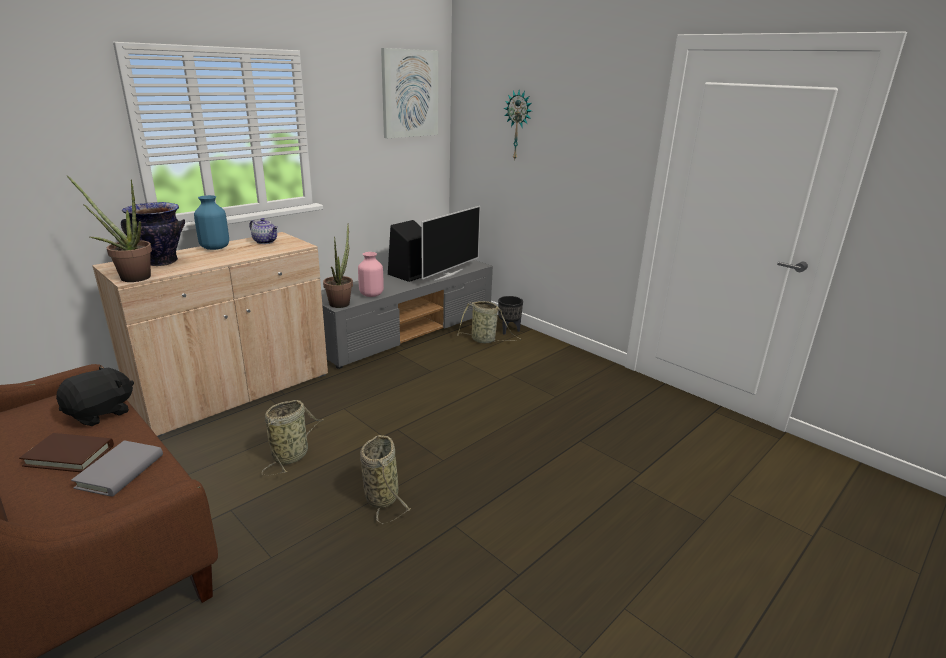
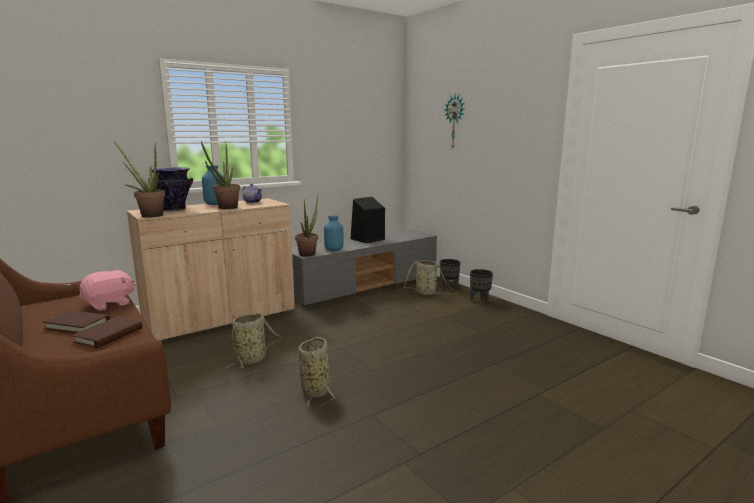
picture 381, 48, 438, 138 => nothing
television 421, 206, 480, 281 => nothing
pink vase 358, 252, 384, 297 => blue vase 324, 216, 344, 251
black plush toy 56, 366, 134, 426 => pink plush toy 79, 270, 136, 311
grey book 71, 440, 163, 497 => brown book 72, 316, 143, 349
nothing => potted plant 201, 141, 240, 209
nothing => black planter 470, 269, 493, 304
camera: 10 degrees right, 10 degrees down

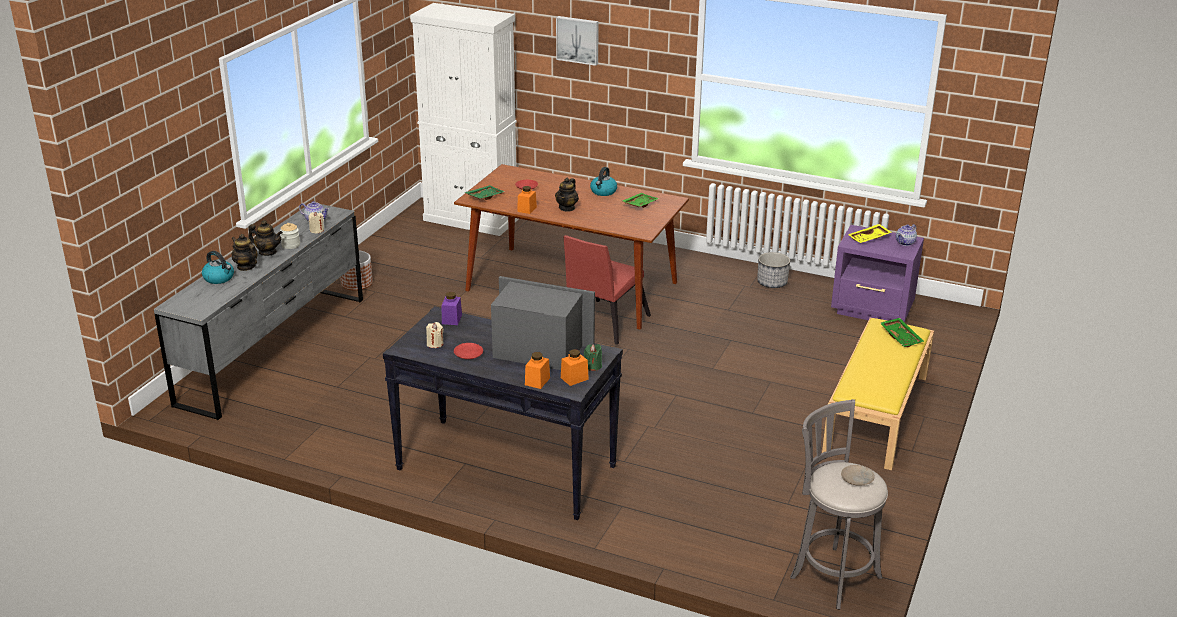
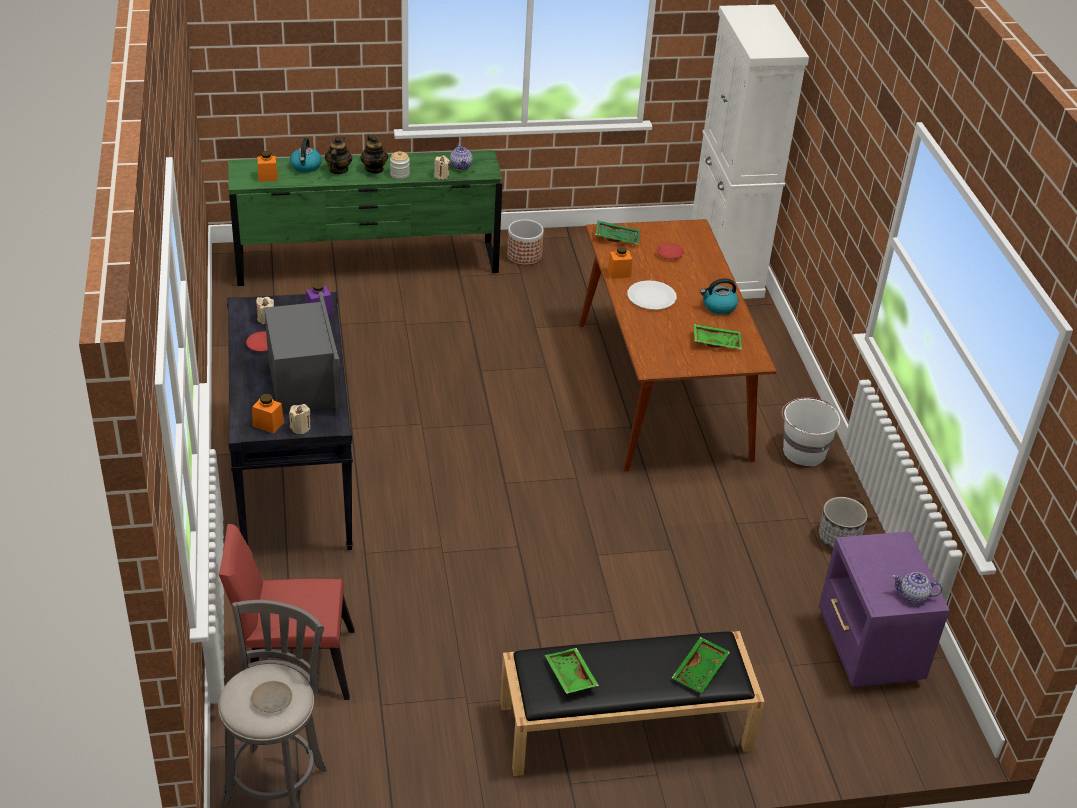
picture 556, 16, 599, 66 => nothing
teapot 555, 178, 579, 212 => white plate 627, 280, 677, 310
grey dresser 154, 204, 363, 420 => green dresser 228, 150, 503, 286
yellow tray 848, 224, 892, 243 => nothing
red chair 563, 235, 651, 345 => red chair 219, 524, 355, 700, shifted
yellow bench 822, 318, 934, 470 => black bench 500, 631, 765, 776
green candle 584, 344, 602, 371 => beige candle 289, 404, 310, 434
orange jar 525, 352, 550, 389 => orange jar 258, 151, 278, 182, shifted
nothing => white bucket 782, 397, 840, 466
nothing => green tray 545, 648, 599, 694
camera: 55 degrees right, 10 degrees up

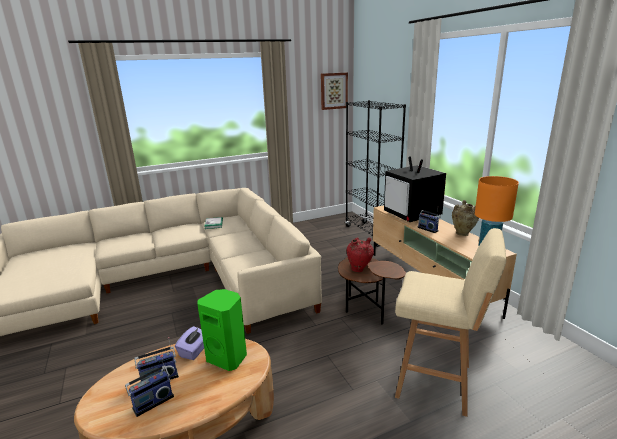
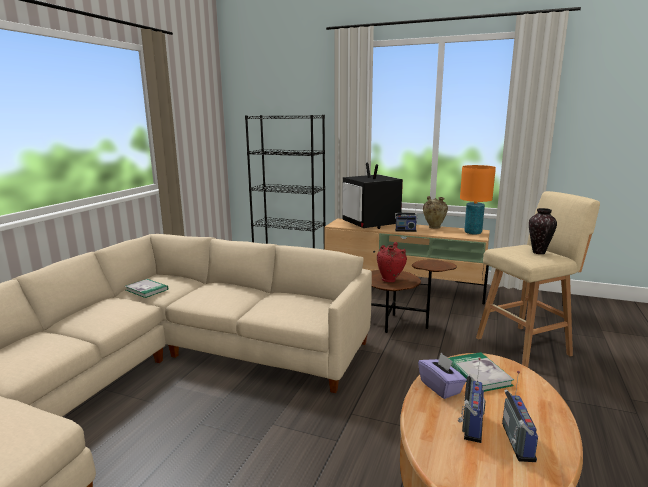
picture 321, 73, 348, 110 => nothing
television 384, 156, 446, 222 => television 342, 163, 403, 229, 45 degrees clockwise
green speaker 197, 289, 247, 371 => book 449, 352, 514, 392
nothing => vase 529, 208, 557, 254
camera: 45 degrees left, 5 degrees down

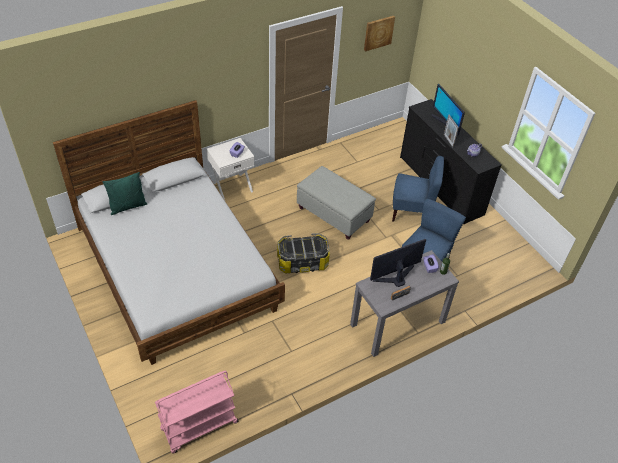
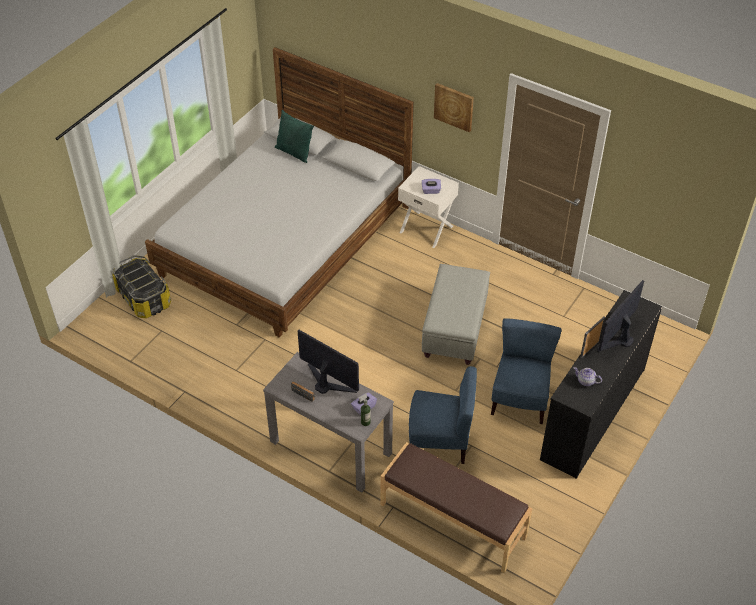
picture 364, 16, 395, 51 => picture 434, 83, 474, 132, shifted
blue chair 392, 156, 444, 222 => blue chair 491, 318, 562, 424, 150 degrees counterclockwise
storage box 277, 233, 330, 273 => storage box 112, 255, 171, 318, shifted
pink cart 155, 371, 239, 454 => nothing
nothing => brown bench 380, 442, 533, 573
camera: 65 degrees right, 0 degrees up

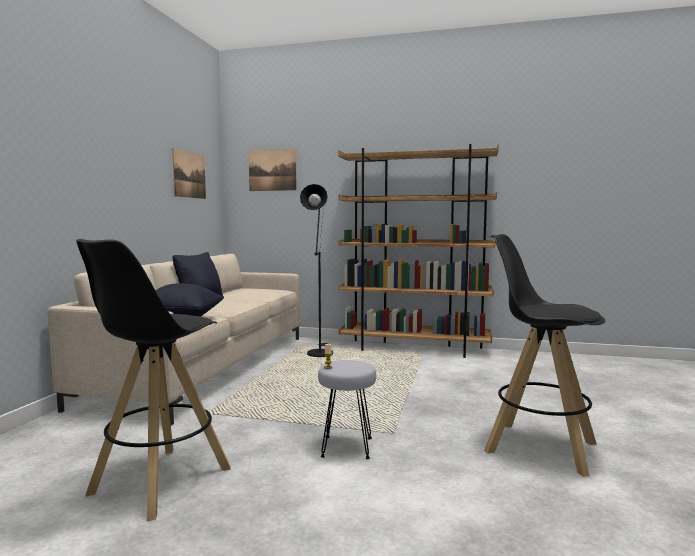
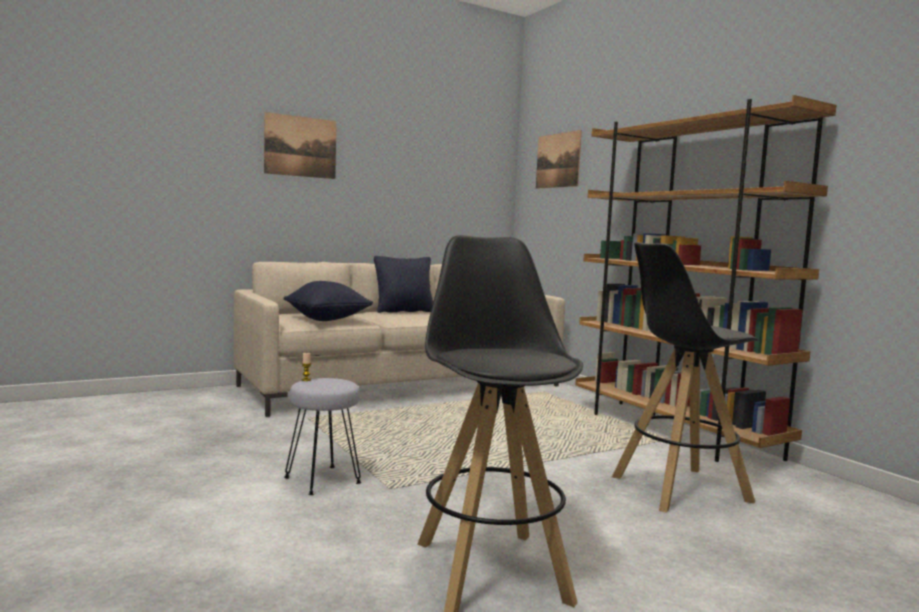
picture 172, 148, 206, 199 => picture 264, 112, 337, 179, shifted
black floor lamp 300, 184, 333, 357 => nothing
black stool 76, 239, 231, 521 => black stool 612, 242, 760, 513, shifted
camera: 45 degrees right, 0 degrees up

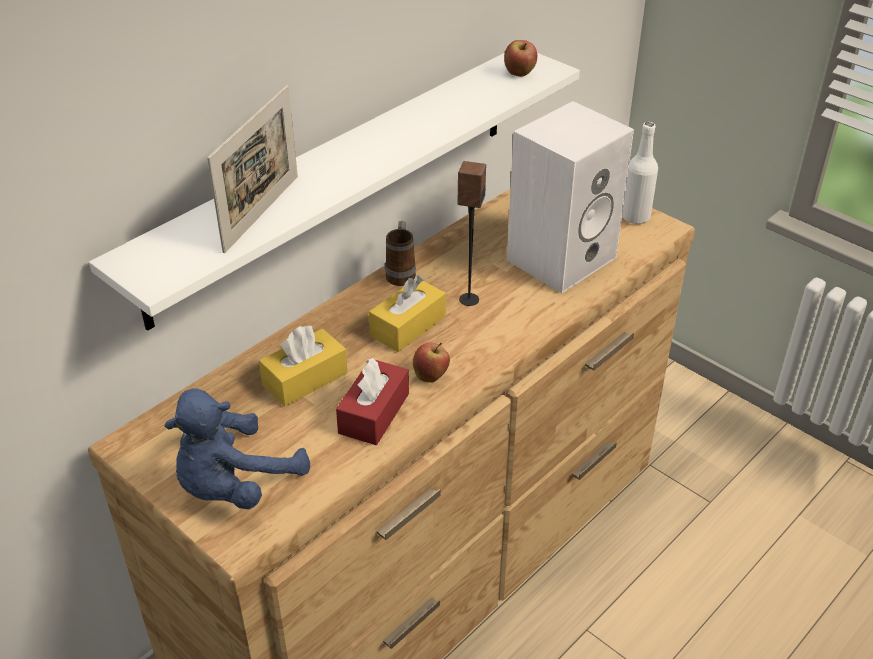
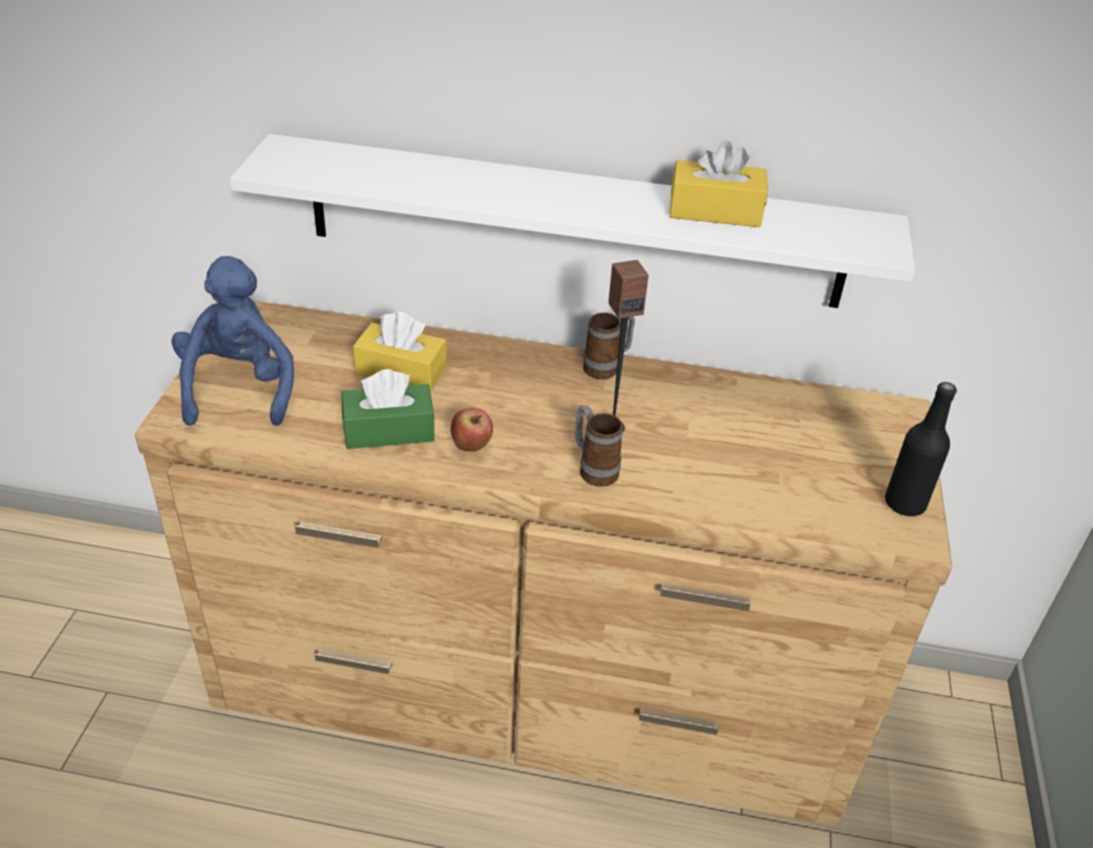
apple 504, 40, 537, 77 => nothing
picture frame 207, 85, 298, 253 => nothing
white speaker 507, 101, 634, 293 => nothing
white bottle 622, 122, 658, 224 => black bottle 885, 382, 957, 516
yellow tissue box 369, 275, 446, 352 => yellow tissue box 669, 140, 768, 227, shifted
red tissue box 336, 358, 409, 445 => green tissue box 342, 369, 435, 449
blue plush toy 164, 388, 310, 509 => blue plush toy 172, 256, 294, 426, 75 degrees clockwise
nothing => mug 575, 405, 623, 487
camera: 55 degrees right, 0 degrees up

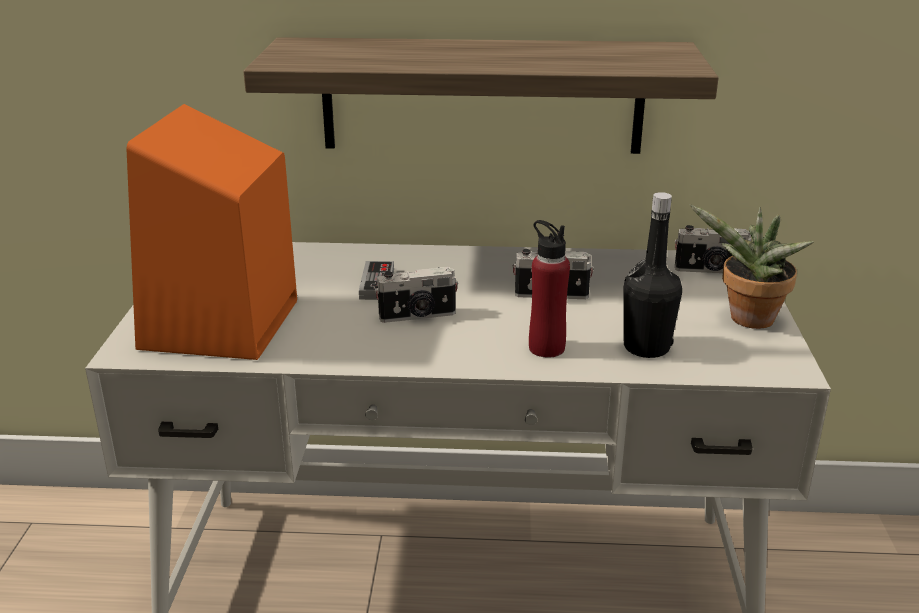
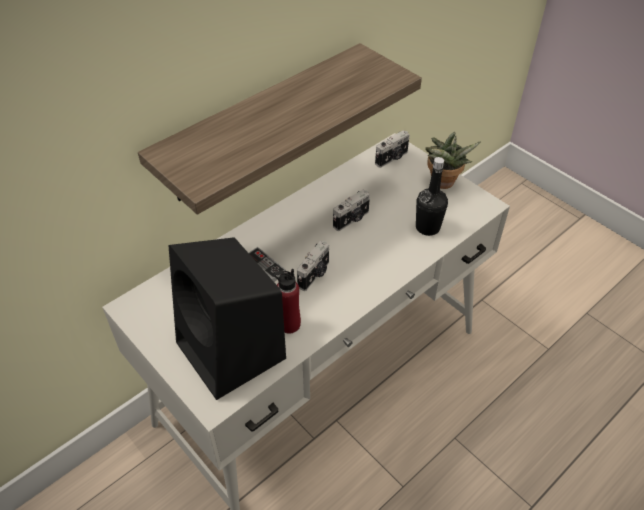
orange speaker 126, 104, 297, 360 => black speaker 169, 237, 286, 400
red bottle 529, 220, 570, 358 => red bottle 274, 269, 301, 334, shifted
camera: 45 degrees left, 20 degrees up

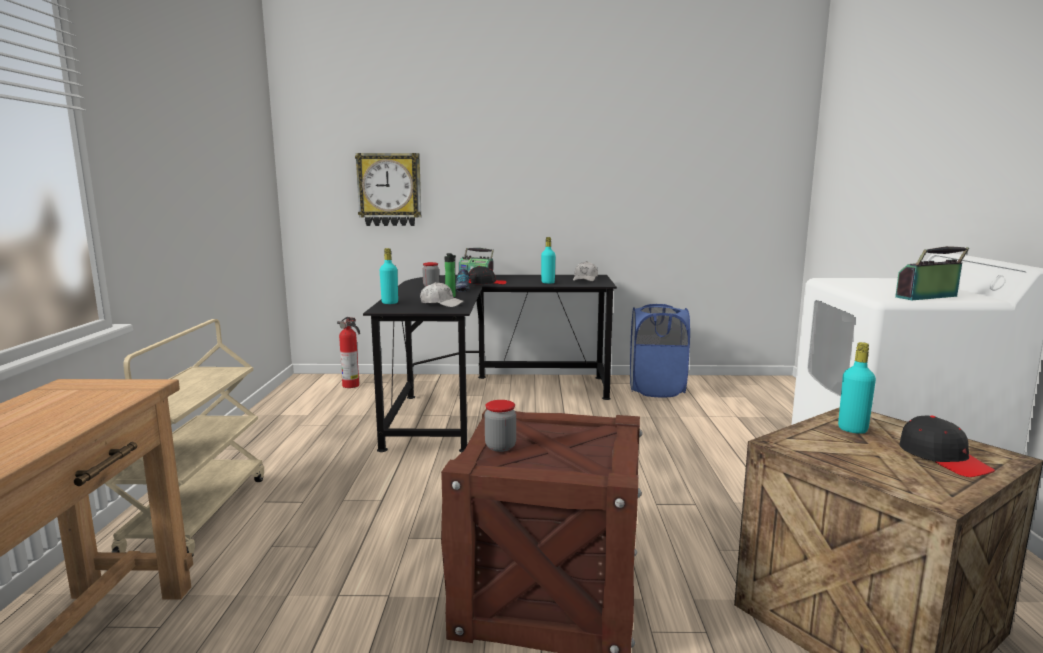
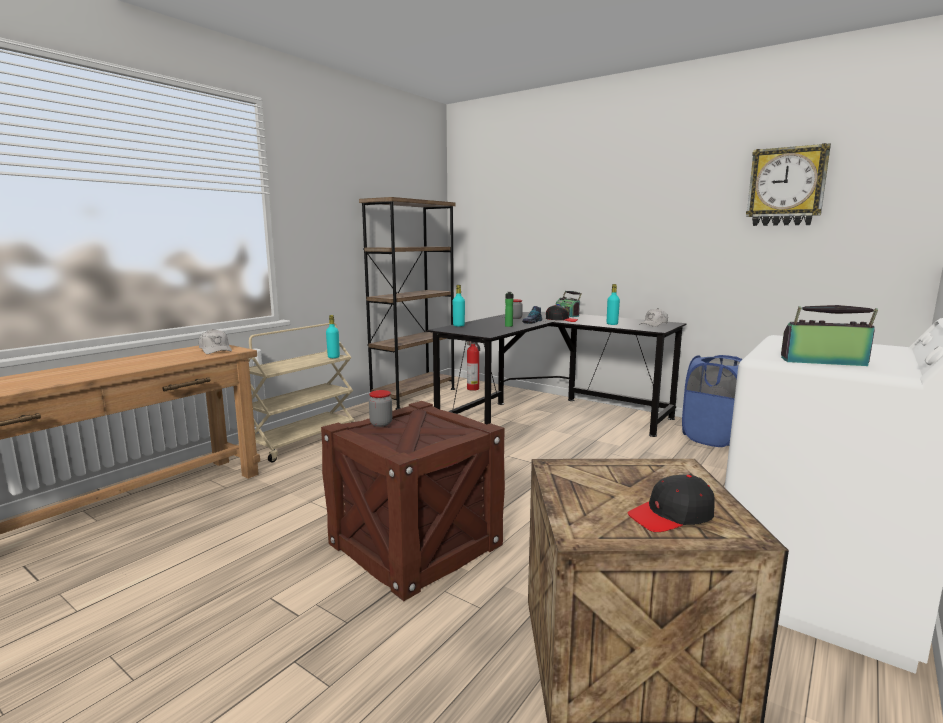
wall clock 355, 153, 422, 226 => wall clock 746, 143, 831, 226, shifted
white cap 420, 282, 464, 307 => white cap 199, 329, 232, 354, shifted
turquoise bottle 838, 342, 876, 434 => turquoise bottle 326, 315, 340, 358, shifted
black cap 900, 416, 995, 477 => black cap 627, 474, 715, 532, 60 degrees clockwise
nothing => brown bookcase 359, 197, 456, 410
camera: 35 degrees right, 0 degrees up

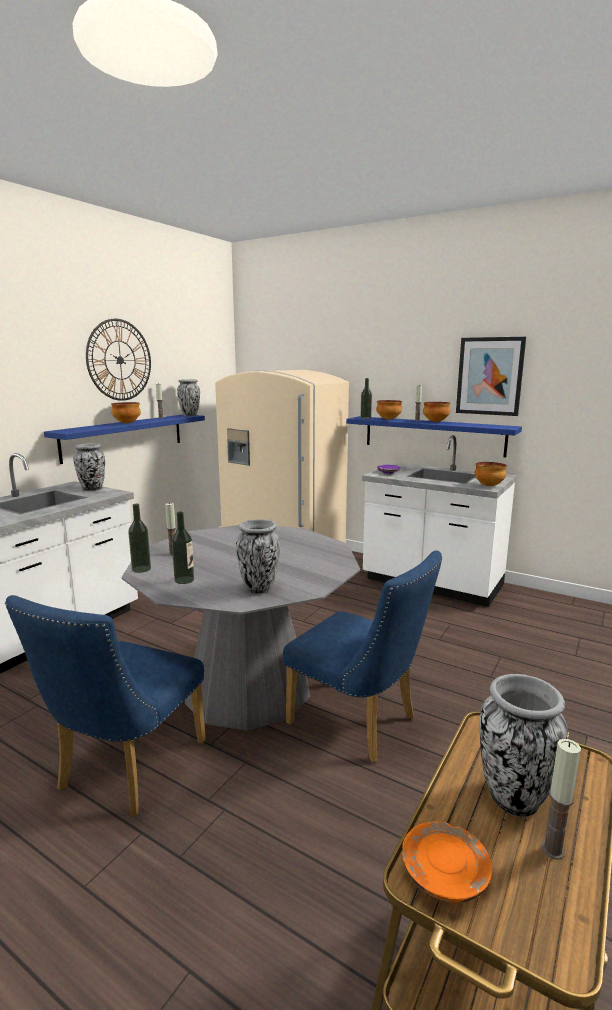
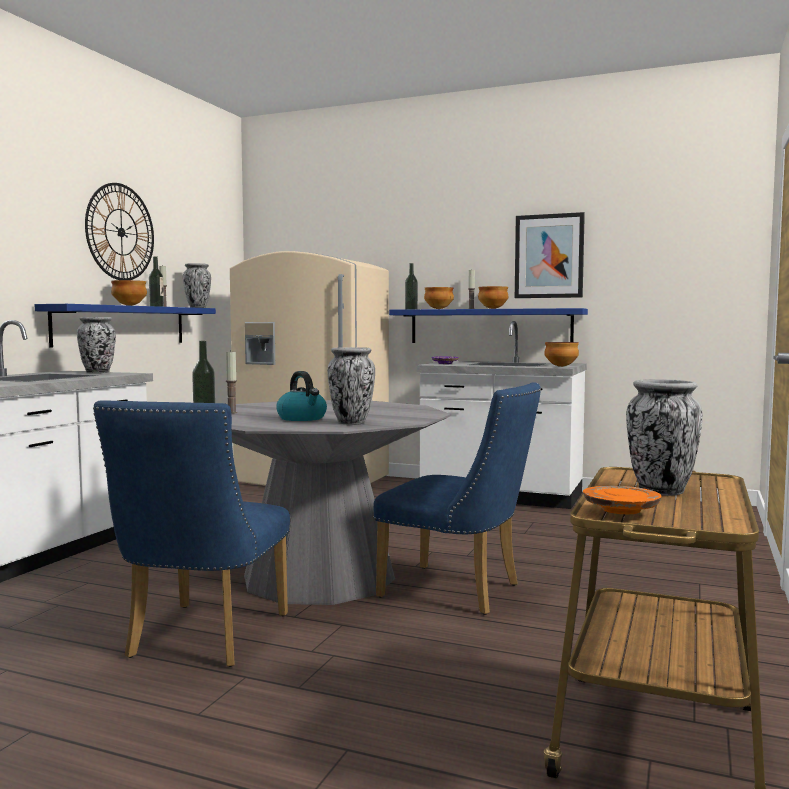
bottle 172, 511, 194, 584 => bottle 149, 256, 164, 307, shifted
candle 541, 739, 581, 860 => nothing
nothing => kettle 276, 371, 327, 421
camera: 10 degrees left, 10 degrees down

